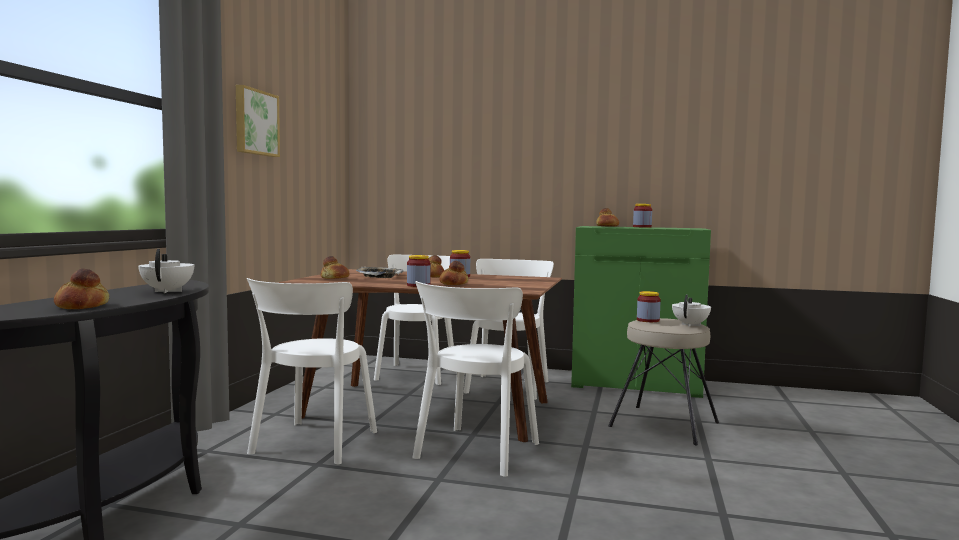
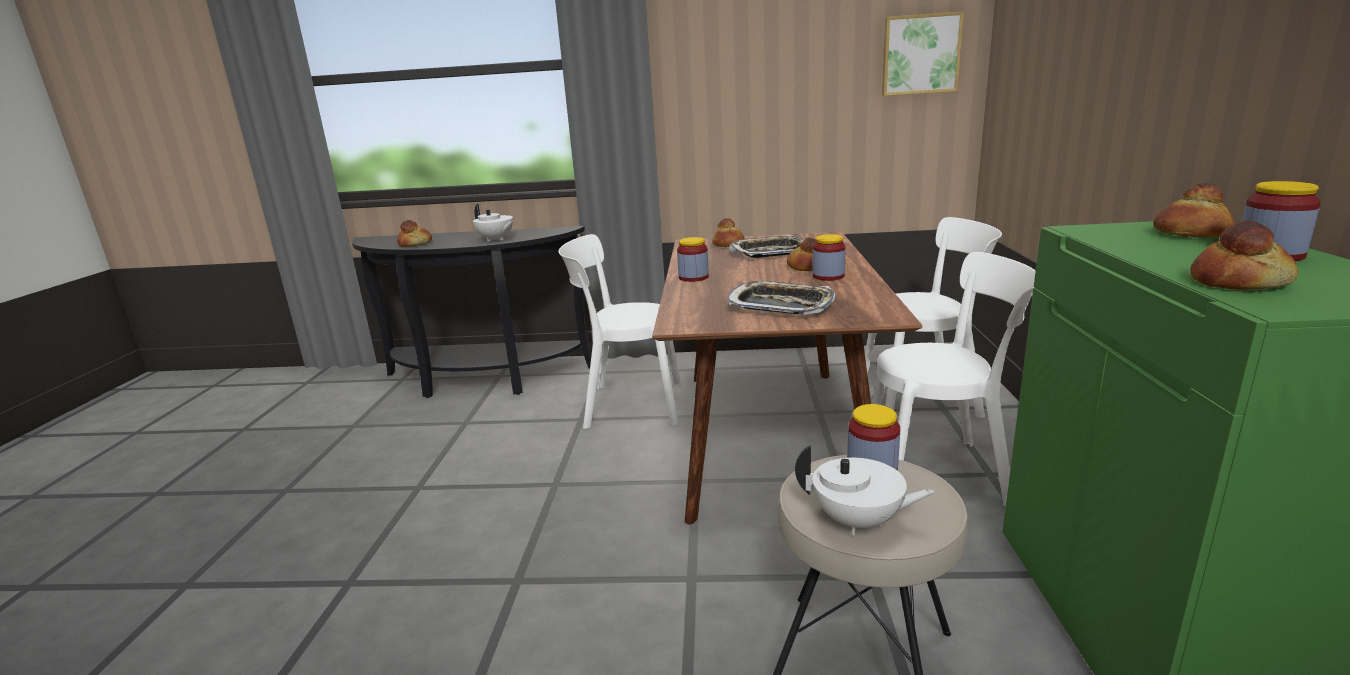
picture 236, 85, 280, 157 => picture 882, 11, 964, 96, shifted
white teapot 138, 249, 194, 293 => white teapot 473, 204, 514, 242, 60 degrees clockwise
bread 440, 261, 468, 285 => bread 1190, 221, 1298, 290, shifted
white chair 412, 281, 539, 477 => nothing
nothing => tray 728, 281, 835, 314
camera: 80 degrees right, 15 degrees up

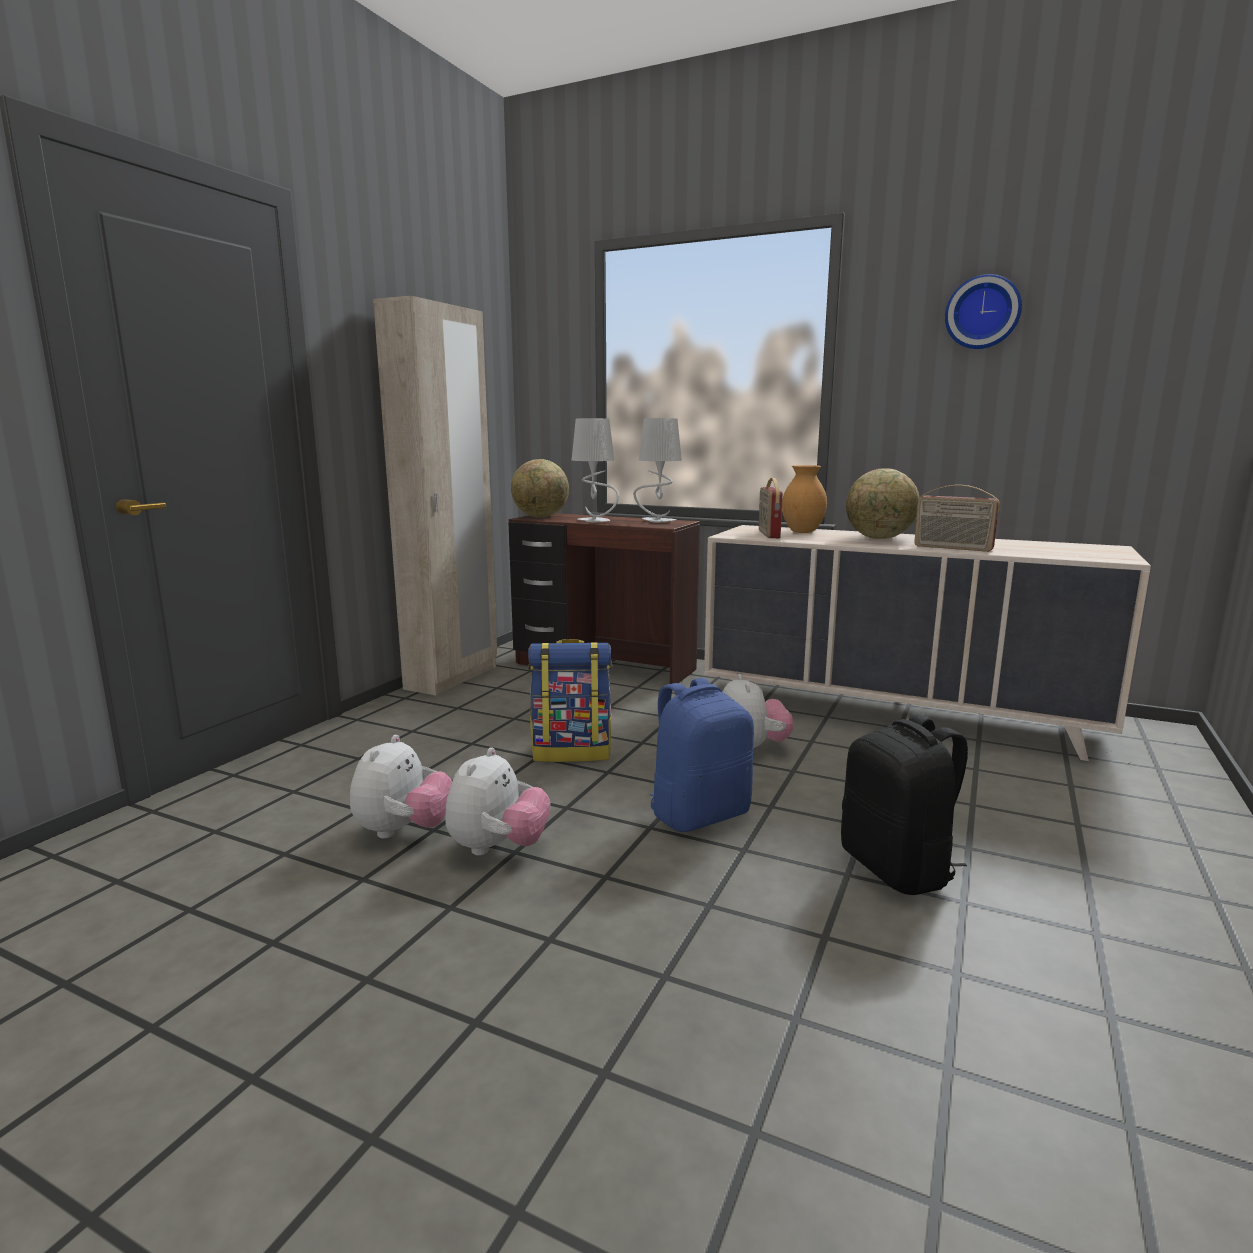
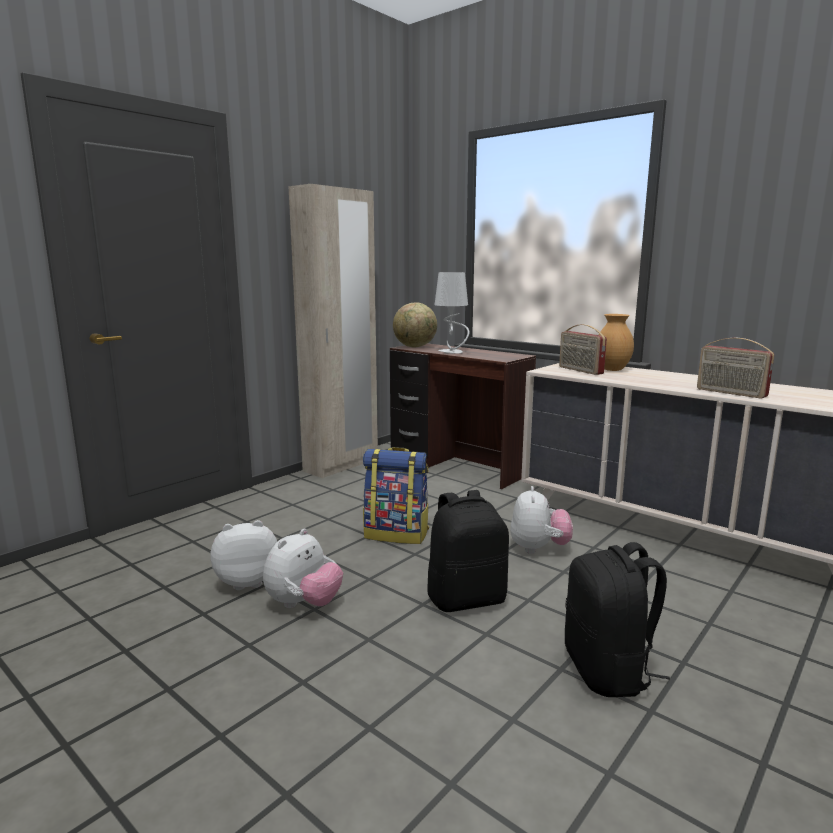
wall clock 945, 274, 1022, 349 => nothing
grey table lamp 633, 418, 682, 522 => nothing
globe 846, 468, 919, 539 => nothing
radio 759, 478, 783, 538 => radio 559, 324, 607, 375, 45 degrees counterclockwise
blue backpack 650, 678, 754, 832 => black backpack 427, 490, 509, 612
plush toy 350, 735, 452, 839 => plush toy 210, 520, 277, 590, 135 degrees counterclockwise
camera: 15 degrees right, 0 degrees up

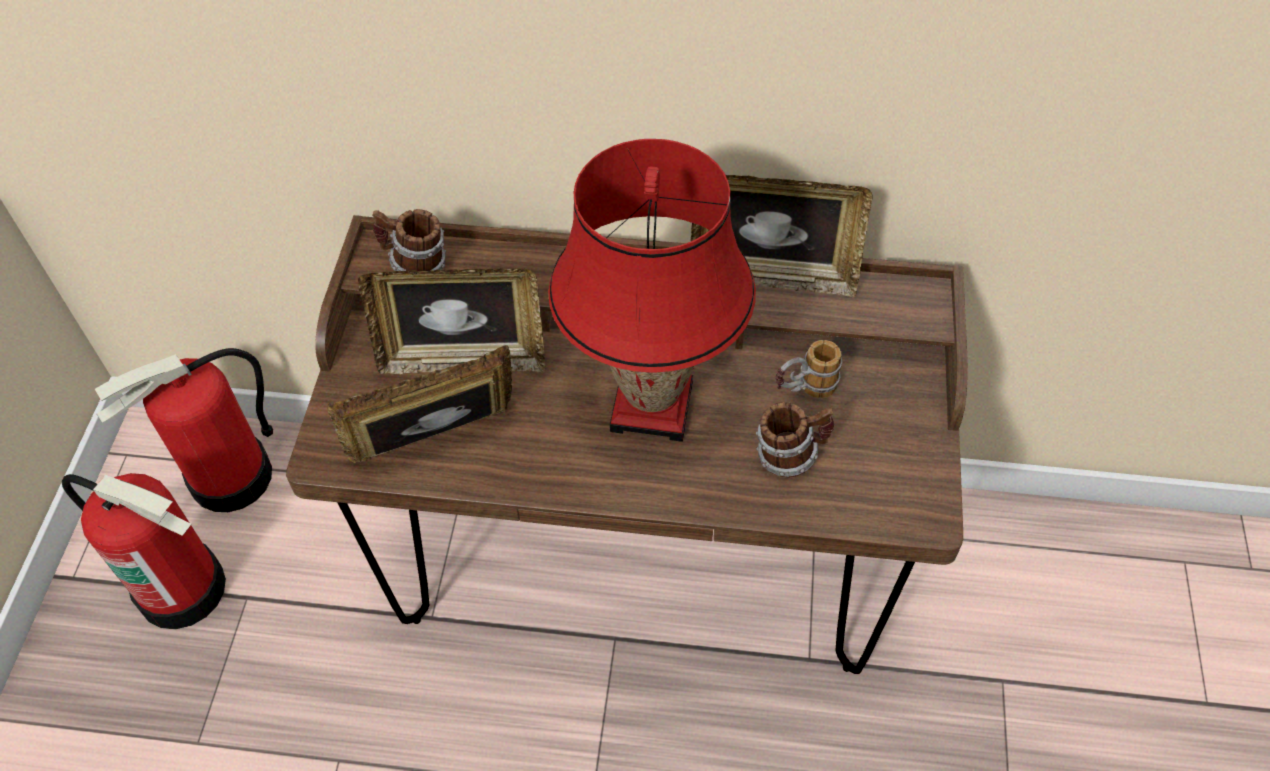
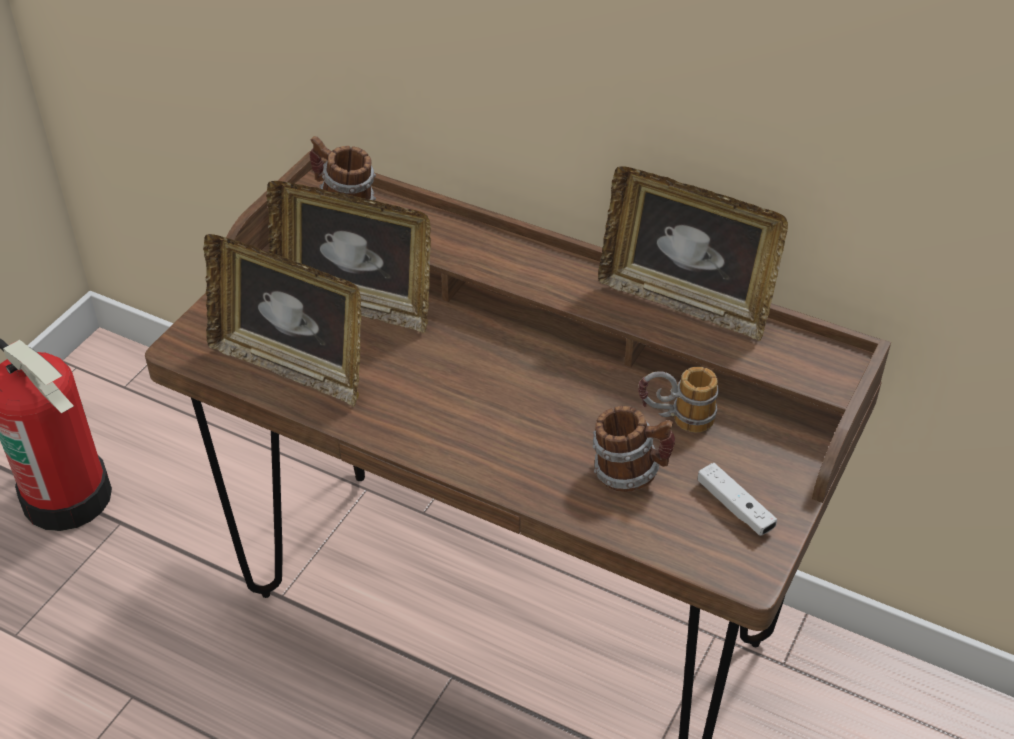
red table lamp 548, 139, 756, 442 => nothing
picture frame 327, 345, 512, 463 => picture frame 203, 234, 362, 407, 150 degrees counterclockwise
fire extinguisher 94, 348, 273, 512 => nothing
nothing => white game controller 698, 463, 777, 536
camera: 20 degrees right, 10 degrees down

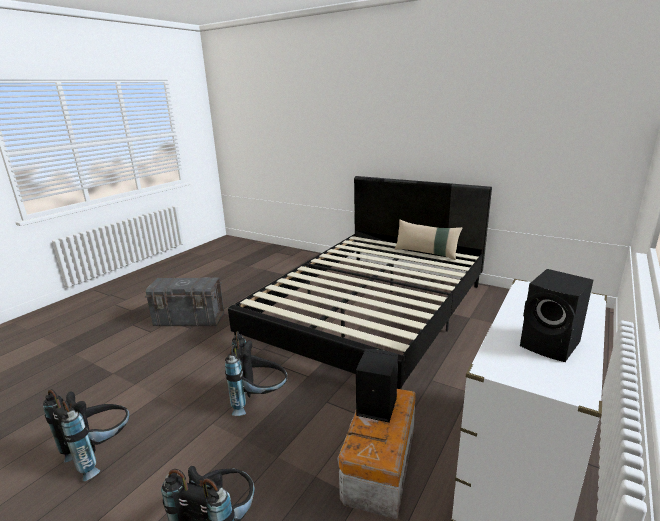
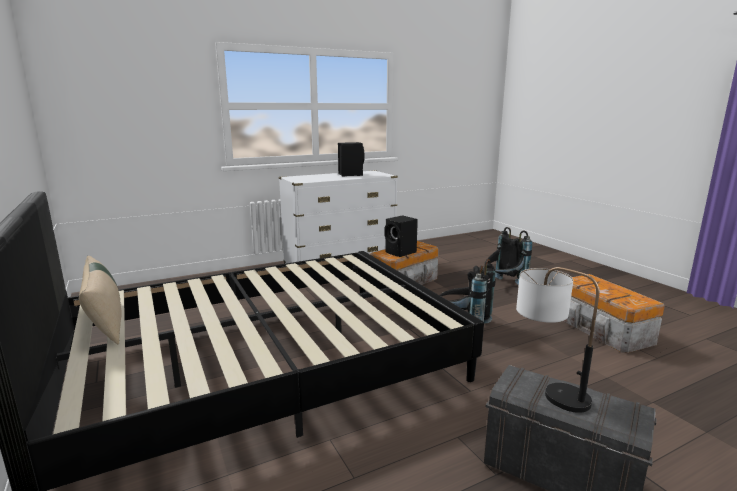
black backpack 43, 389, 130, 482 => storage box 564, 274, 665, 353
nothing => table lamp 516, 267, 599, 413
camera: 150 degrees left, 5 degrees down

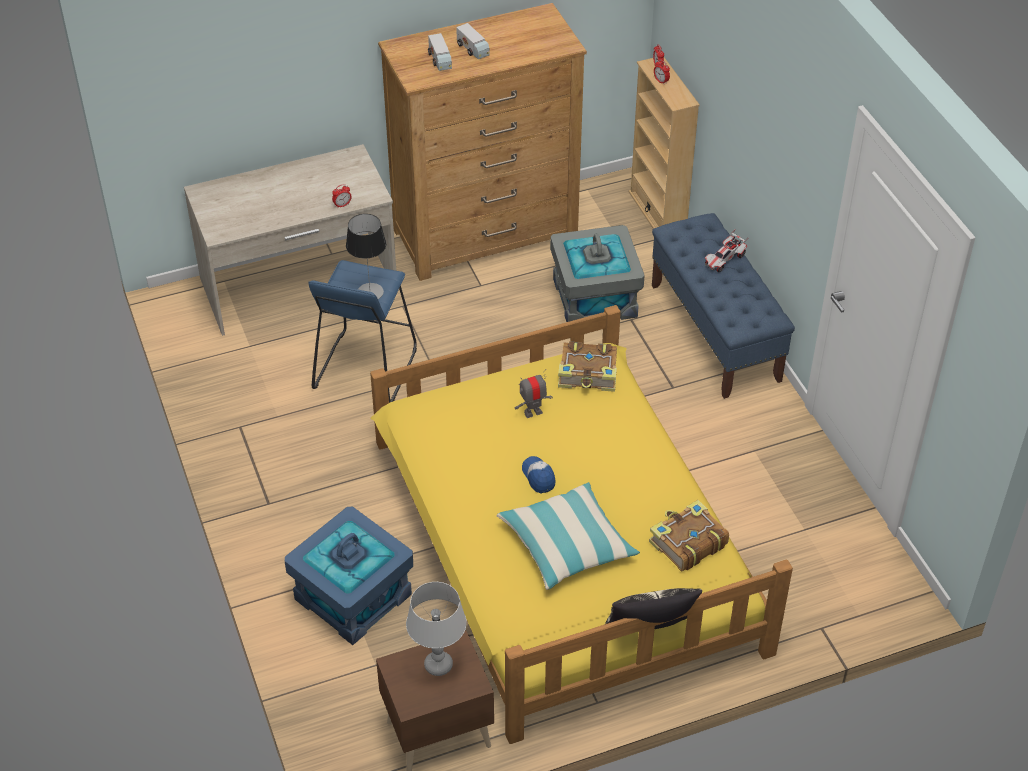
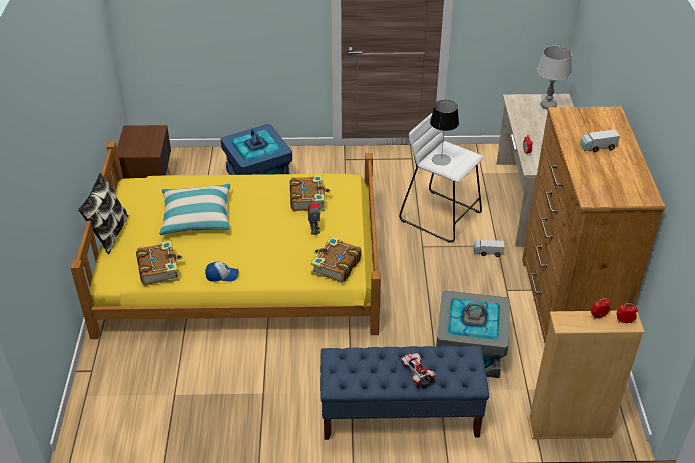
toy truck 428, 33, 452, 71 => toy truck 474, 240, 504, 257, shifted
blue stool 308, 260, 417, 403 => white stool 399, 112, 483, 243
cap 522, 456, 556, 494 => cap 205, 261, 239, 282, shifted
grey table lamp 406, 582, 467, 676 => grey table lamp 537, 46, 572, 109, shifted
nothing => book 290, 175, 331, 212
camera: 110 degrees right, 5 degrees down

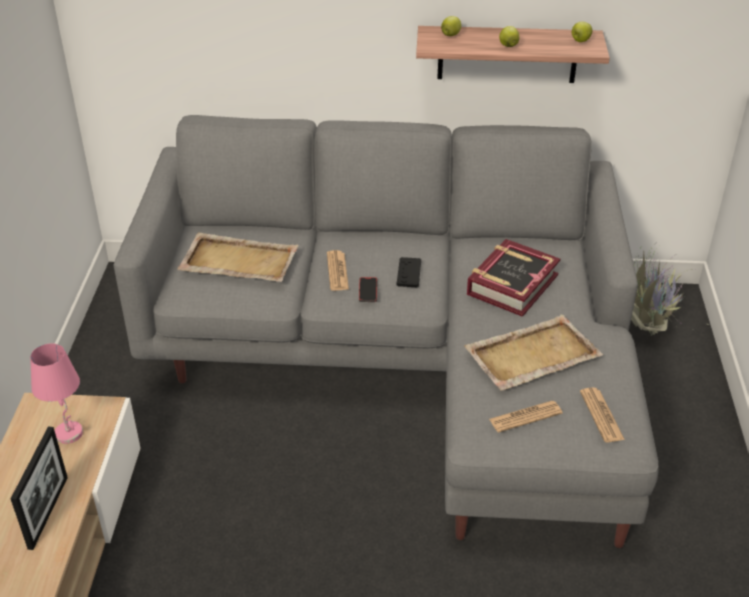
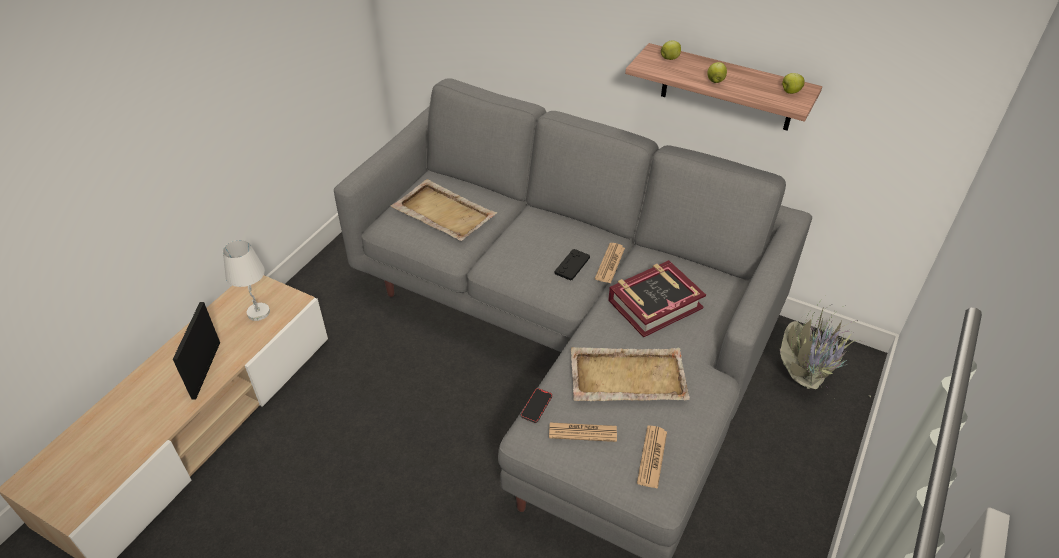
newspaper 327, 250, 349, 291 => newspaper 595, 243, 625, 283, shifted
phone 359, 277, 377, 302 => phone 521, 388, 552, 423, shifted
pink table lamp 30, 343, 83, 444 => white table lamp 223, 240, 270, 321
picture frame 11, 426, 68, 550 => picture frame 173, 302, 220, 400, 150 degrees clockwise
camera: 25 degrees right, 5 degrees up

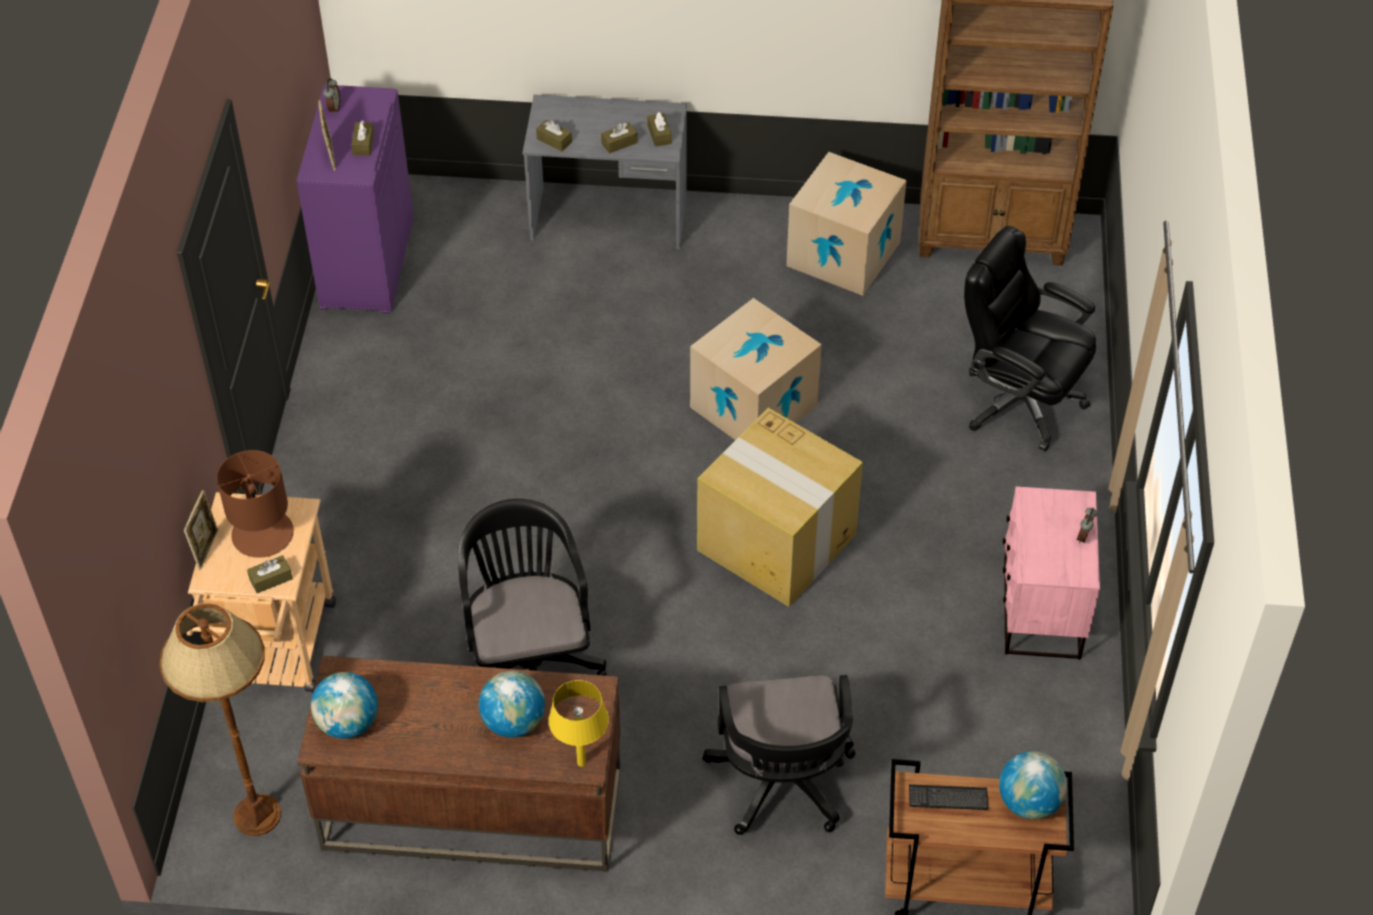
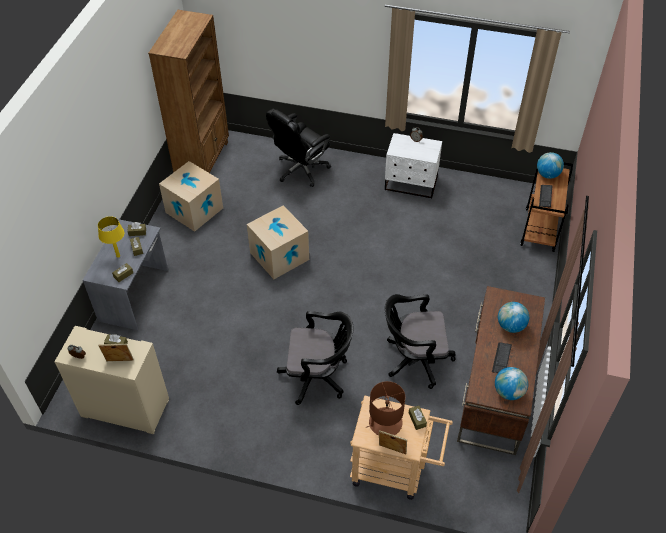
purple cabinet 296, 85, 414, 314 => beige cabinet 54, 326, 169, 434
cardboard box 697, 408, 863, 607 => nothing
pink nightstand 1003, 486, 1100, 660 => white nightstand 385, 133, 442, 199
brown floor lamp 159, 603, 281, 836 => nothing
black office chair 703, 675, 855, 835 => black office chair 277, 311, 354, 405, shifted
yellow table lamp 549, 680, 609, 767 => yellow table lamp 98, 216, 124, 258, shifted
nothing => keyboard 492, 342, 512, 373
camera: 80 degrees left, 0 degrees up

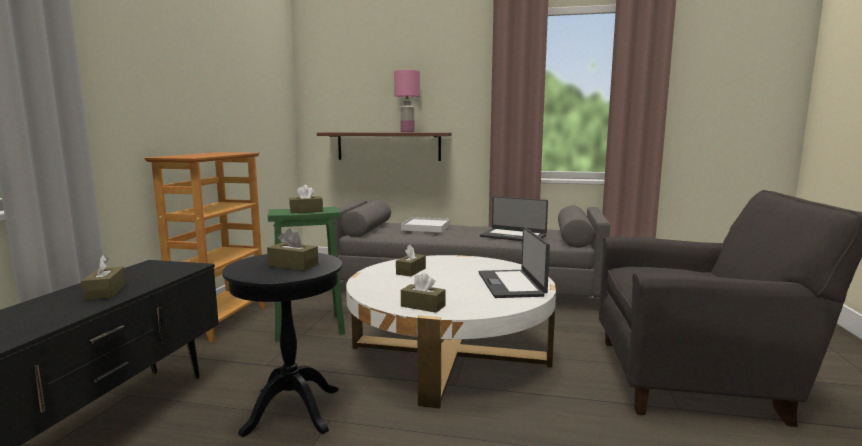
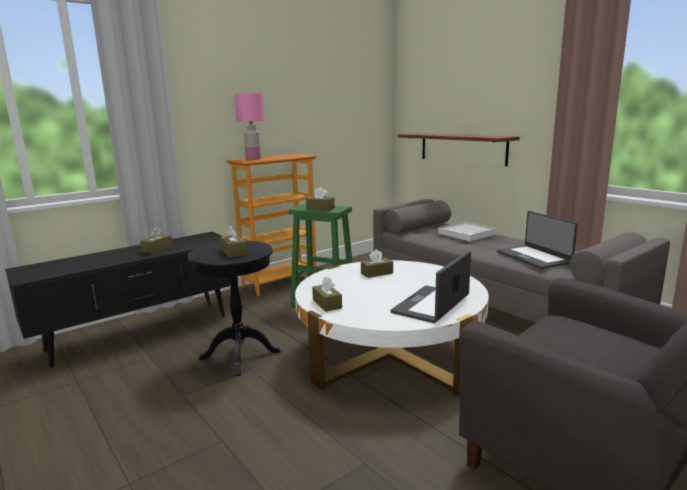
pink table lamp 394, 70, 420, 132 => pink table lamp 234, 93, 264, 160, shifted
camera: 40 degrees right, 5 degrees up

